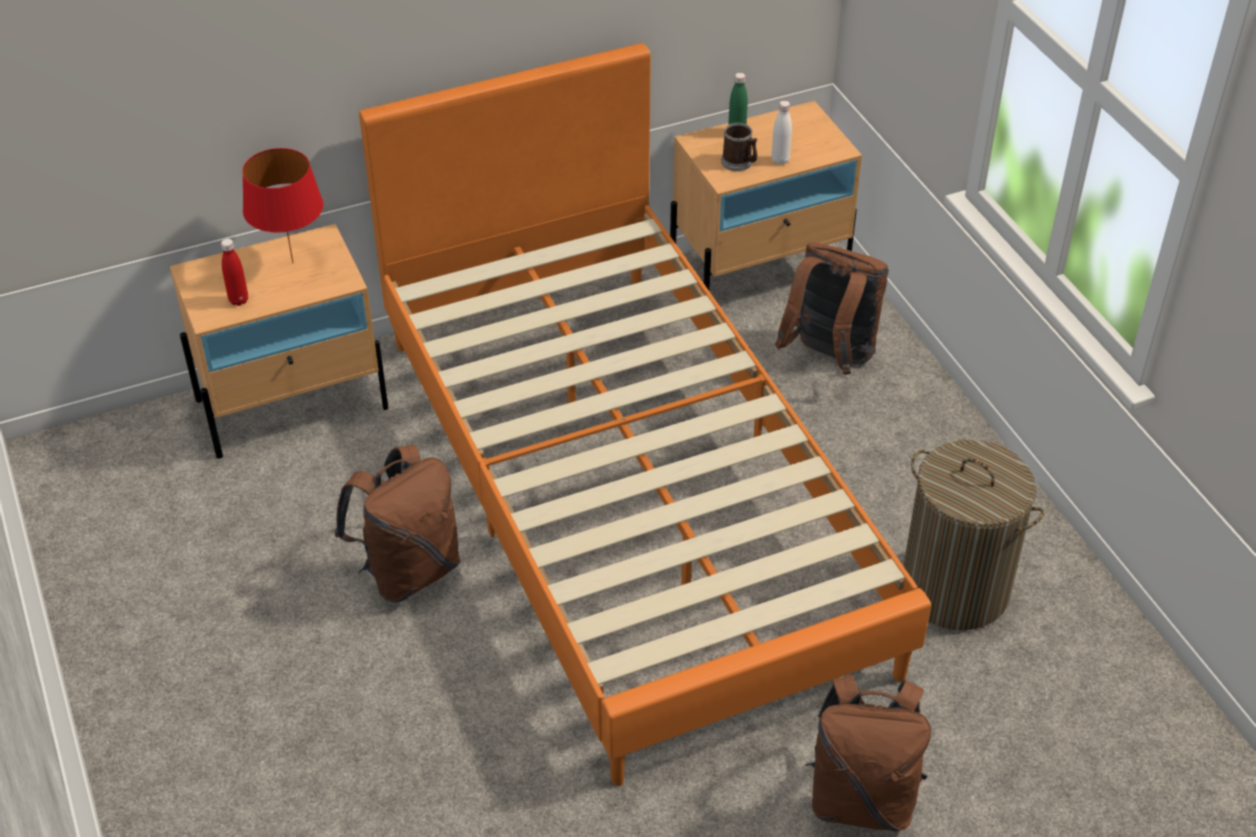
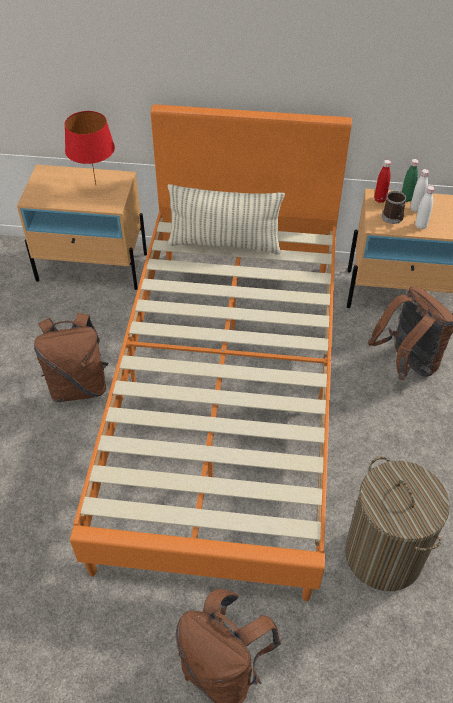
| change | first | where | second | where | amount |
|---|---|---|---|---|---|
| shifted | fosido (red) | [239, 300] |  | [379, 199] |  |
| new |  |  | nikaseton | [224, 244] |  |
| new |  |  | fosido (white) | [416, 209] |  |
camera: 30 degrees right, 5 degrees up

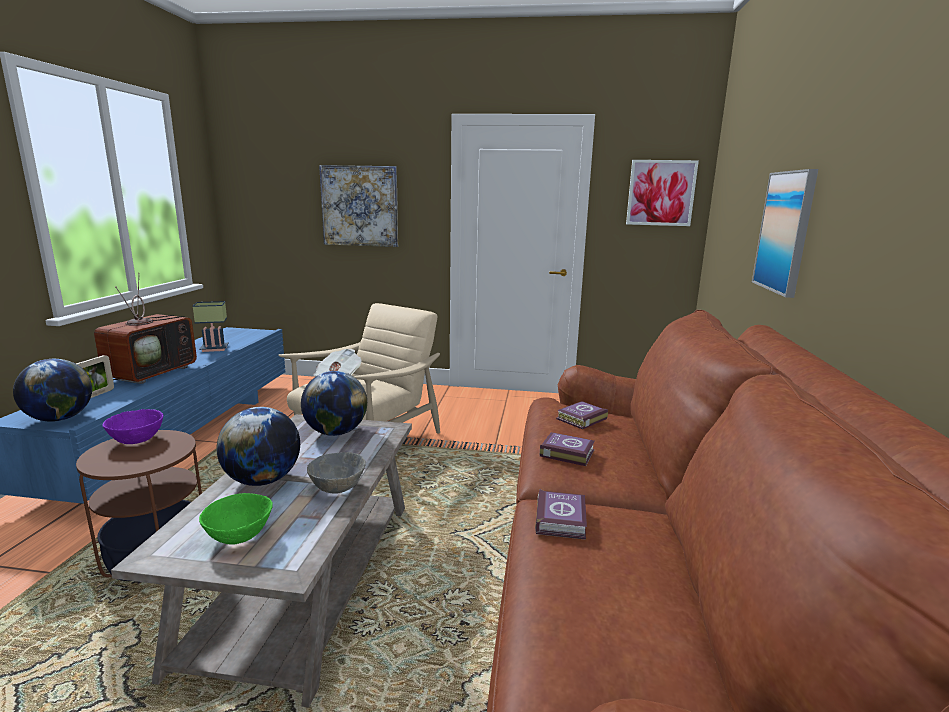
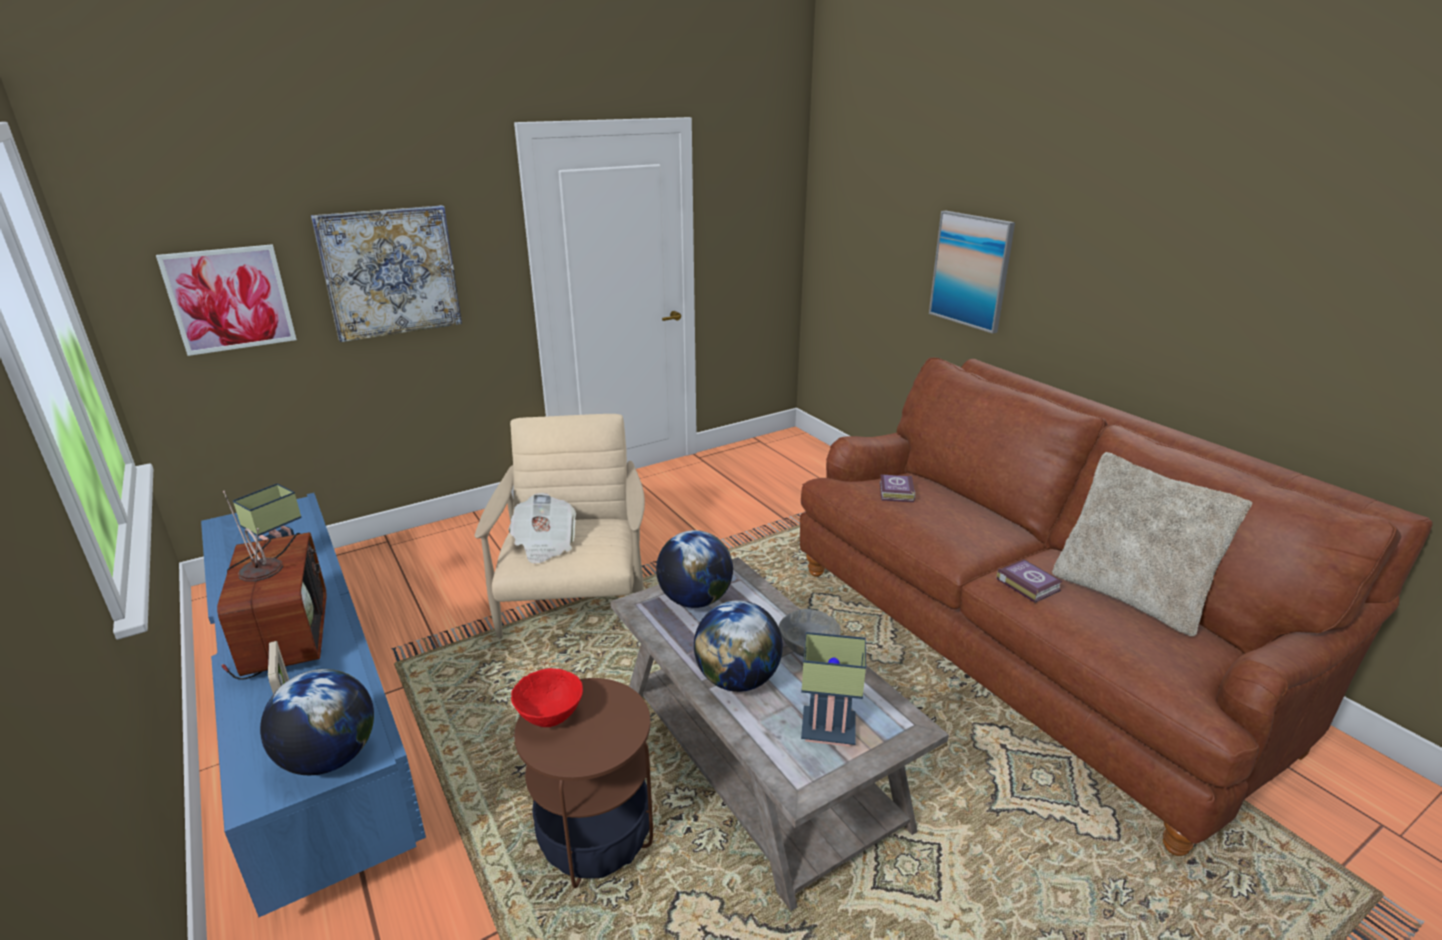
| change | first | where | second | where | amount |
|---|---|---|---|---|---|
| repainted | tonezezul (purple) | [137, 440] | tonezezul (red) | [550, 715] |  |
| swapped | tonezezul (green) | [239, 536] | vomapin | [826, 731] |  |
| gone | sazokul | [566, 452] |  |  |  |
| shifted | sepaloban | [661, 193] |  | [230, 299] |  |
| new |  |  | nikaseton (beige) | [1130, 593] |  |
camera: 40 degrees left, 10 degrees up

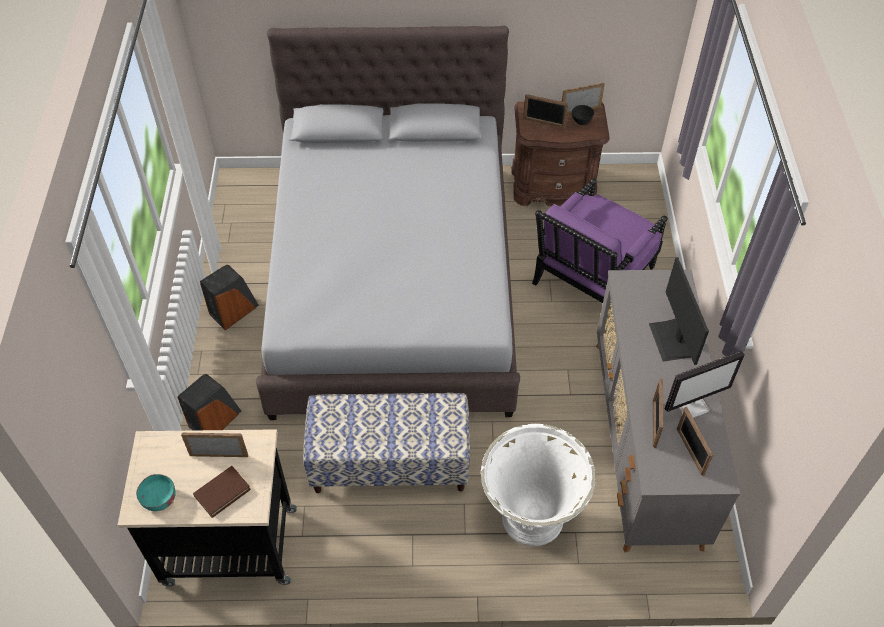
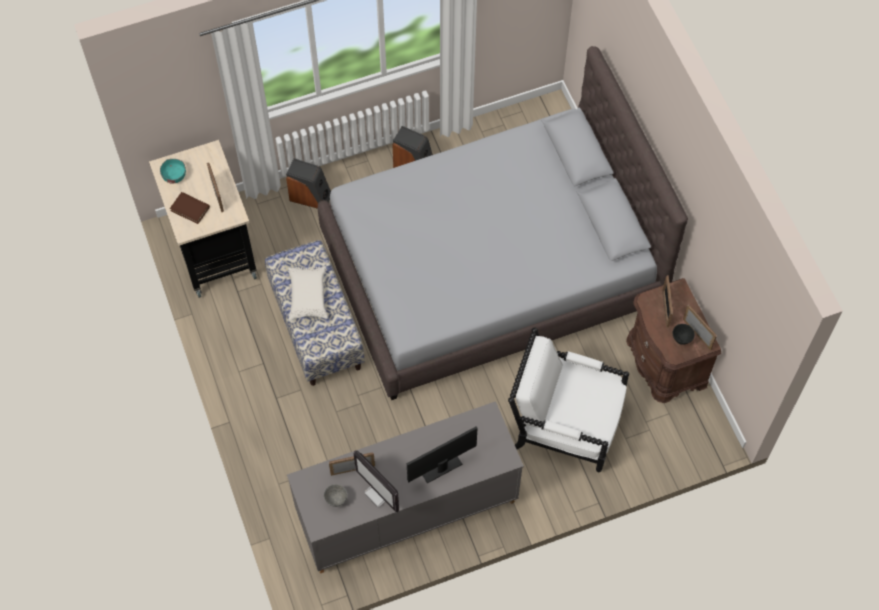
| change | first | where | second | where | amount |
|---|---|---|---|---|---|
| gone | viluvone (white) | [530, 518] |  |  |  |
| repainted | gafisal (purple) | [590, 278] | gafisal (white) | [563, 422] |  |
| swapped | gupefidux | [690, 451] | tonezezul (grey) | [336, 500] |  |
| new |  |  | nikaseton (white) | [308, 295] |  |
camera: 70 degrees right, 10 degrees up

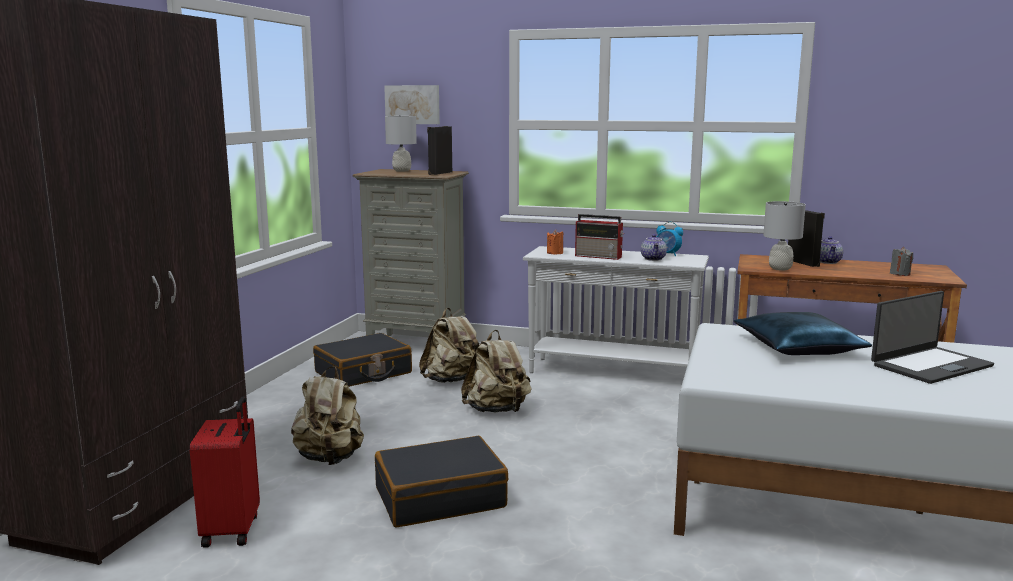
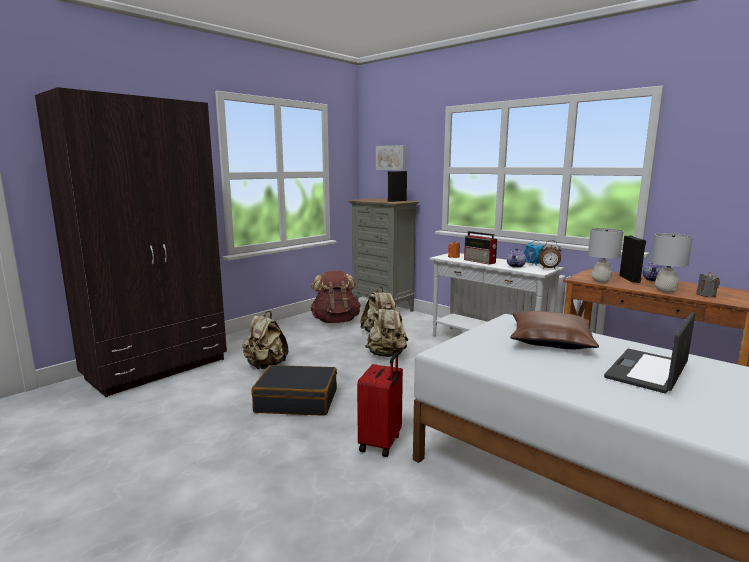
| change | first | where | second | where | amount |
|---|---|---|---|---|---|
| shifted | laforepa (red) | [233, 530] |  | [381, 443] |  |
| swapped | laforepa (black) | [363, 373] | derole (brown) | [335, 321] |  |
| shifted | vomapin (grey) | [402, 171] |  | [666, 291] |  |
| repainted | nikaseton (blue) | [799, 348] | nikaseton (brown) | [550, 341] |  |
| rotated | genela | [930, 365] |  | [648, 371] | 135 degrees clockwise |
| new |  |  | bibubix | [549, 268] |  |
camera: 25 degrees right, 0 degrees up

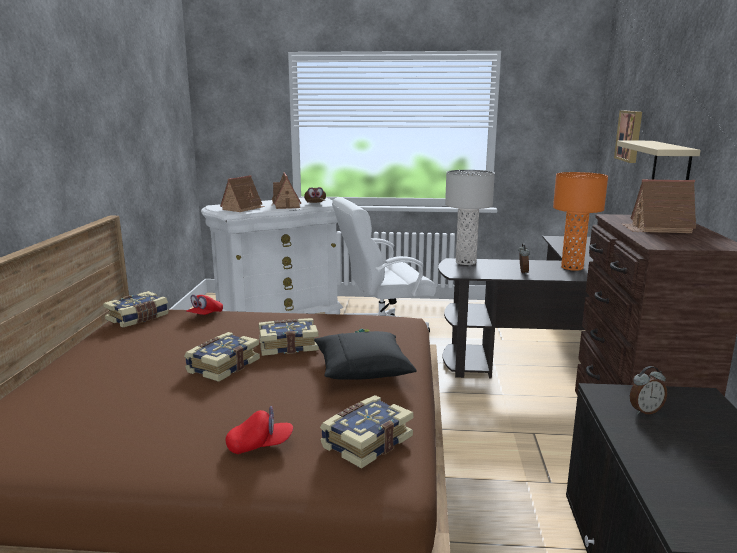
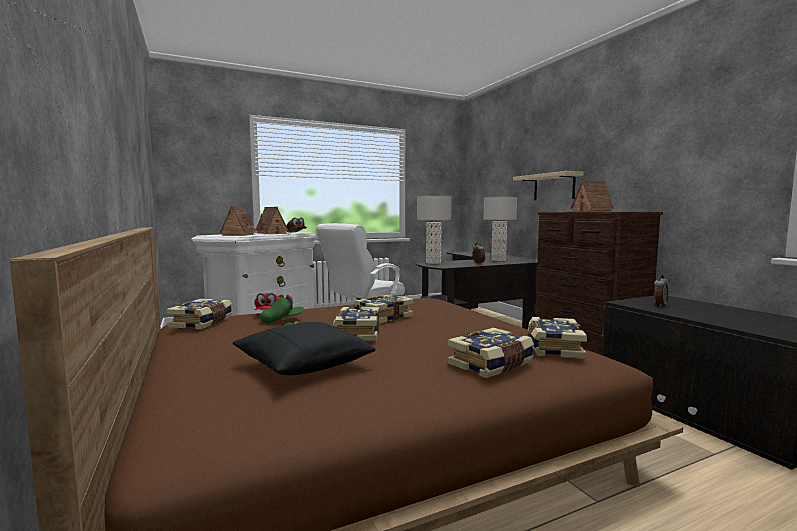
| change | first | where | second | where | amount |
|---|---|---|---|---|---|
| swapped | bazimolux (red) | [260, 445] | sazokul | [492, 365] |  |
| shifted | nikaseton (black) | [363, 370] |  | [304, 366] |  |
| repainted | vomapin (orange) | [572, 267] | vomapin (white) | [498, 260] |  |
| gone | sepaloban | [630, 136] |  |  |  |
| new |  |  | bazimolux (green) | [282, 320] |  |
camera: 30 degrees left, 10 degrees down

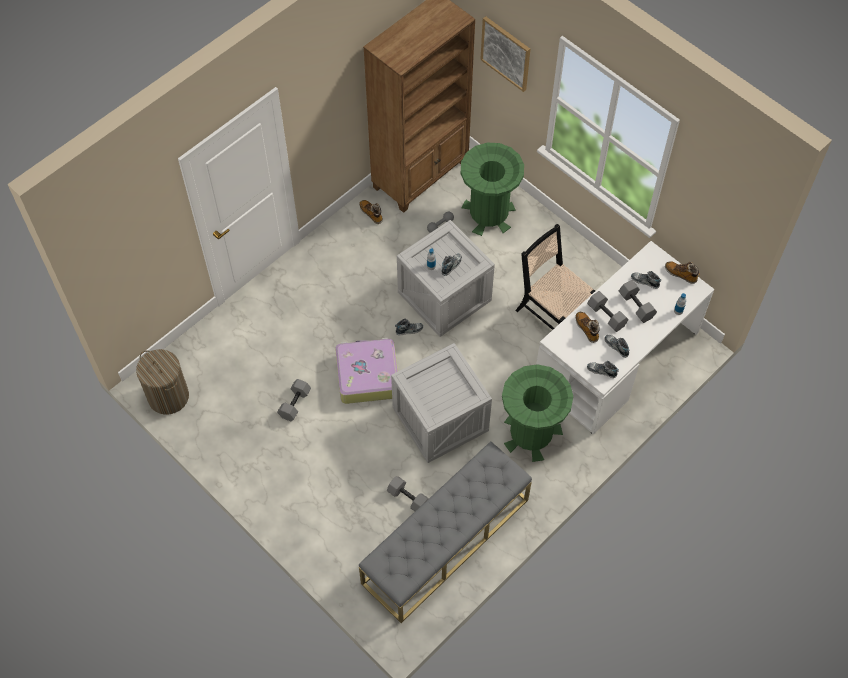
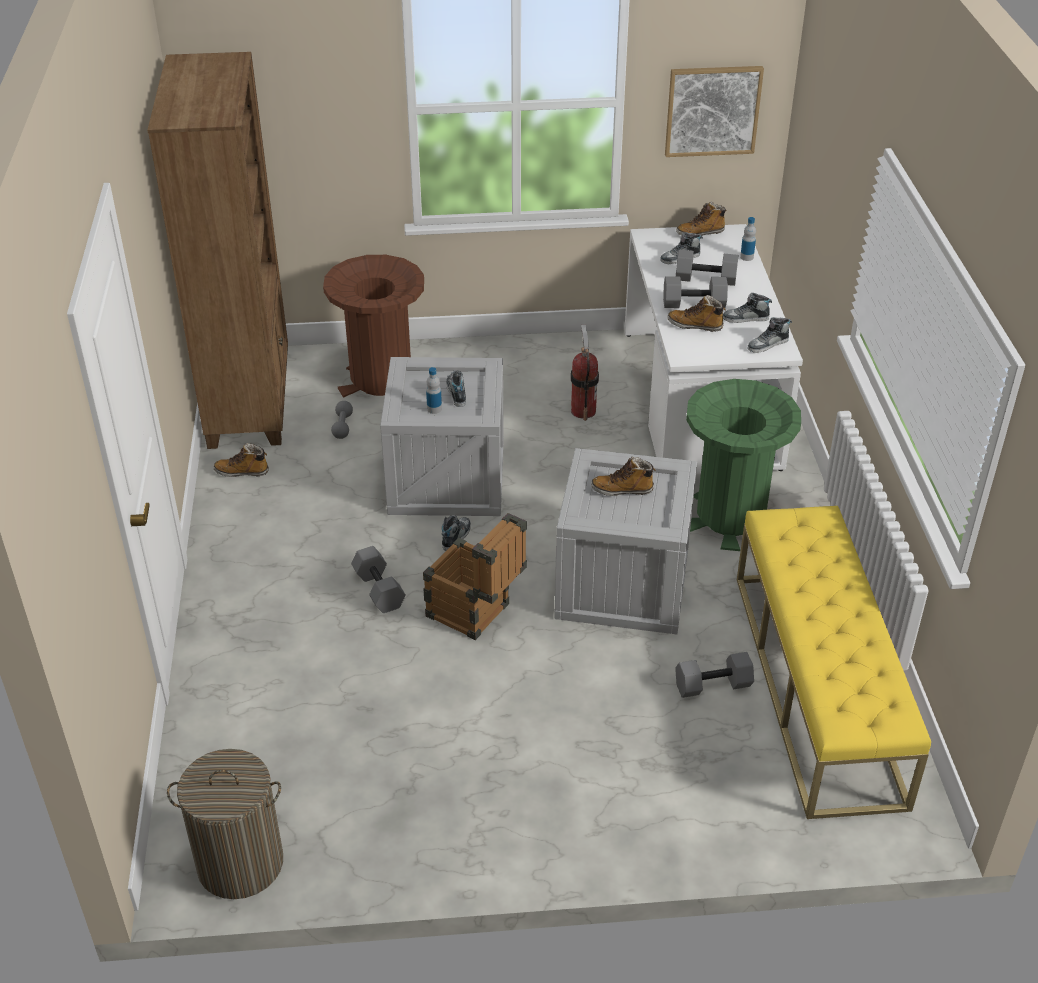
| change | first | where | second | where | amount |
|---|---|---|---|---|---|
| shifted | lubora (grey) | [294, 403] |  | [377, 590] |  |
| swapped | laforepa | [367, 375] | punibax | [476, 615] |  |
| repainted | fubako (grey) | [445, 541] | fubako (yellow) | [817, 686] |  |
| repainted | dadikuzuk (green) | [488, 213] | dadikuzuk (brown) | [381, 381] |  |
| shifted | sepaloban | [506, 53] |  | [712, 110] |  |
| swapped | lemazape | [553, 314] | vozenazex | [583, 410] |  |
| new |  |  | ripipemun | [622, 490] |  |
camera: 50 degrees left, 20 degrees down

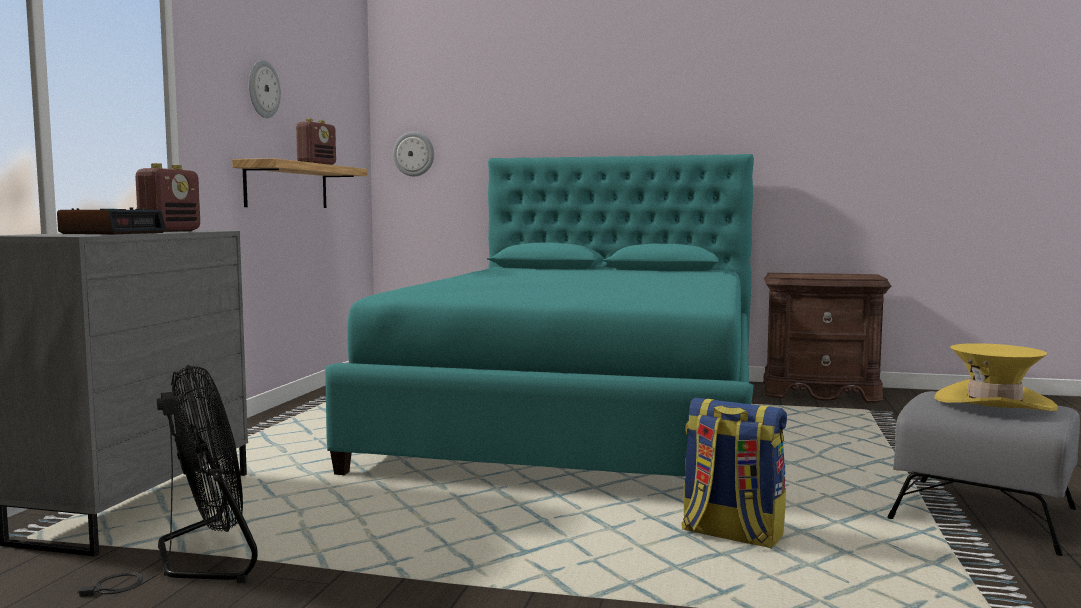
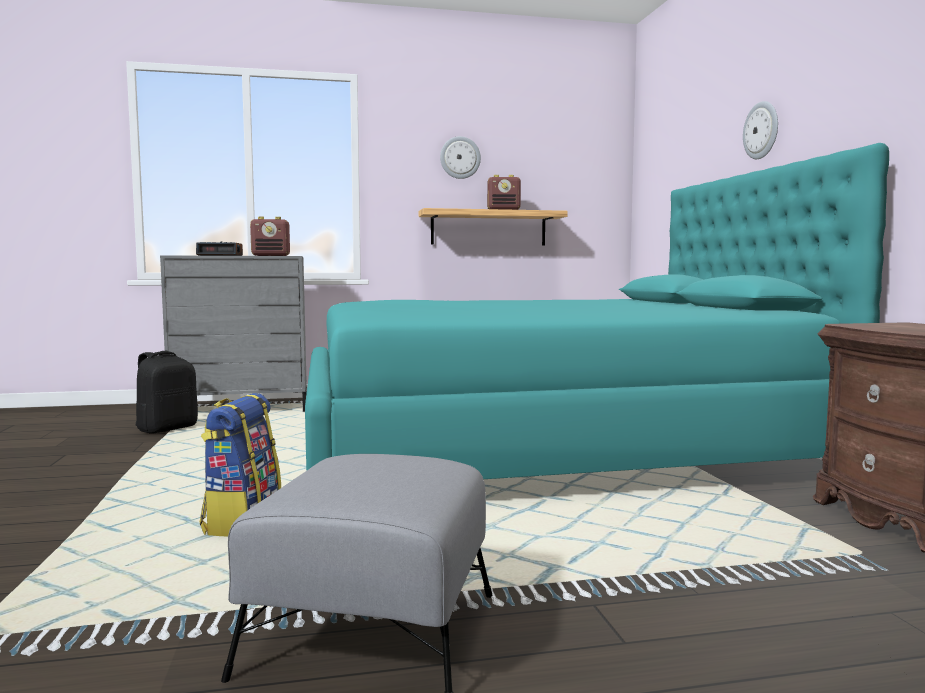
| change | first | where | second | where | amount |
|---|---|---|---|---|---|
| swapped | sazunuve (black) | [192, 558] | derole (black) | [167, 428] |  |
| shifted | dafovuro | [414, 154] |  | [761, 130] |  |
| gone | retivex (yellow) | [994, 402] |  |  |  |
camera: 65 degrees right, 0 degrees up

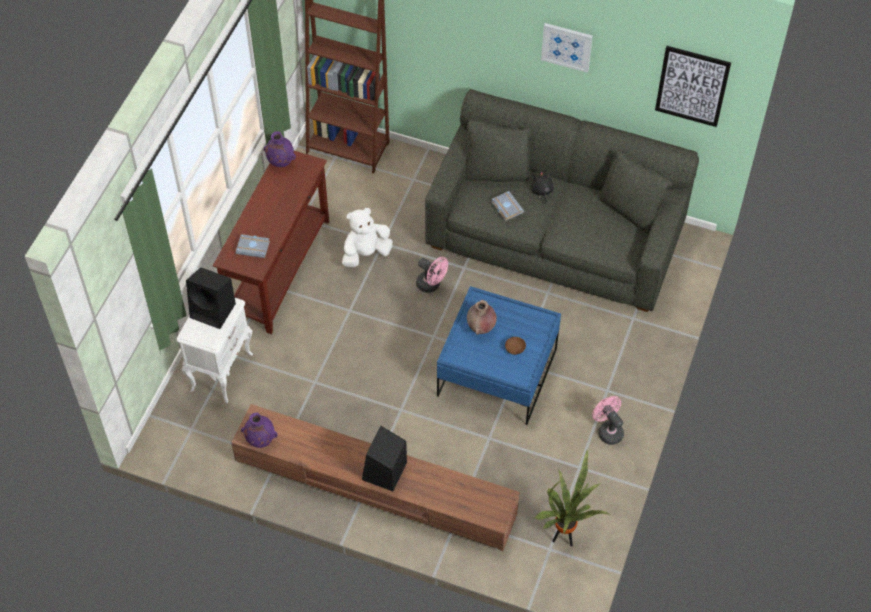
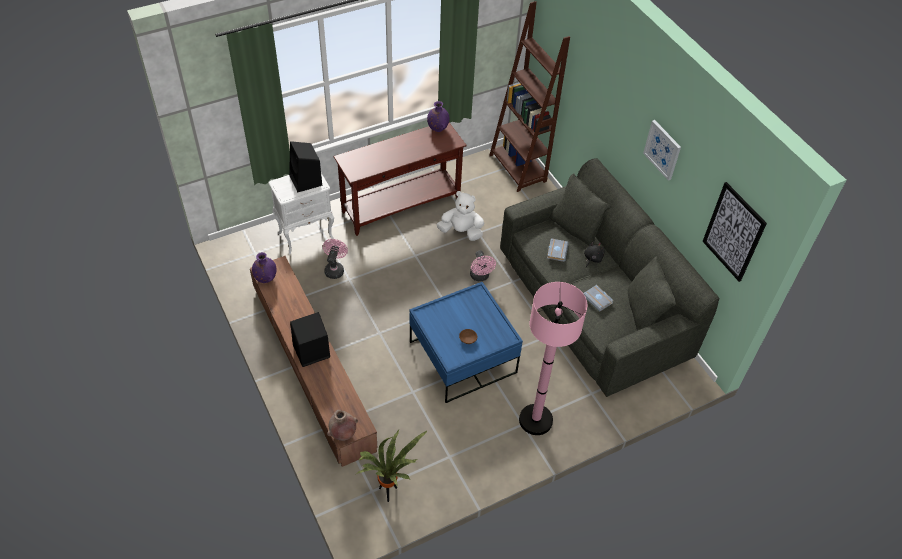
| change | first | where | second | where | amount |
|---|---|---|---|---|---|
| shifted | sazokul (grey) | [254, 247] |  | [598, 299] |  |
| shifted | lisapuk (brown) | [481, 328] |  | [343, 434] |  |
| shifted | sazunuve (pink) | [608, 430] |  | [335, 269] |  |
| new |  |  | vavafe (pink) | [535, 420] |  |
camera: 40 degrees right, 5 degrees down

